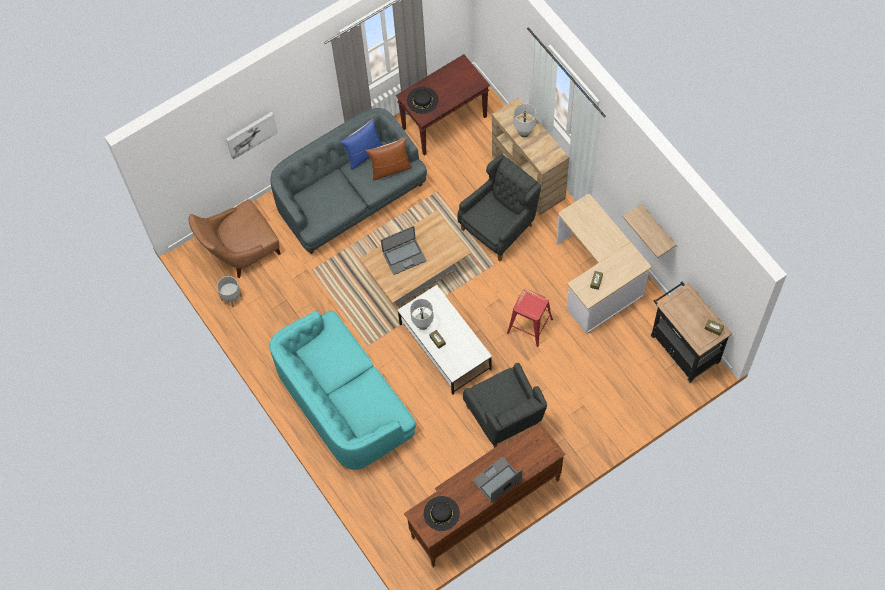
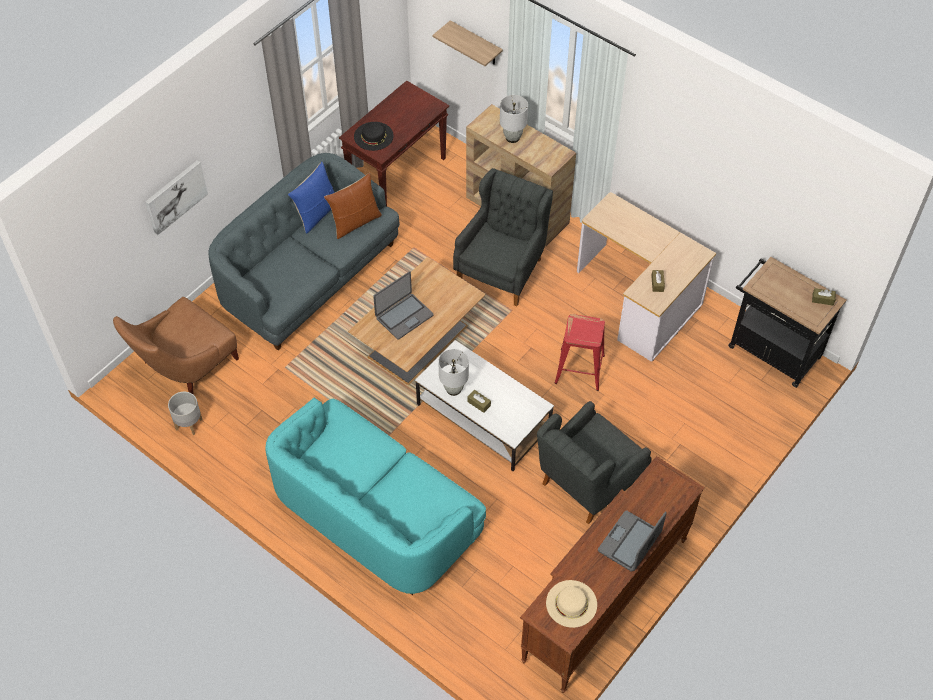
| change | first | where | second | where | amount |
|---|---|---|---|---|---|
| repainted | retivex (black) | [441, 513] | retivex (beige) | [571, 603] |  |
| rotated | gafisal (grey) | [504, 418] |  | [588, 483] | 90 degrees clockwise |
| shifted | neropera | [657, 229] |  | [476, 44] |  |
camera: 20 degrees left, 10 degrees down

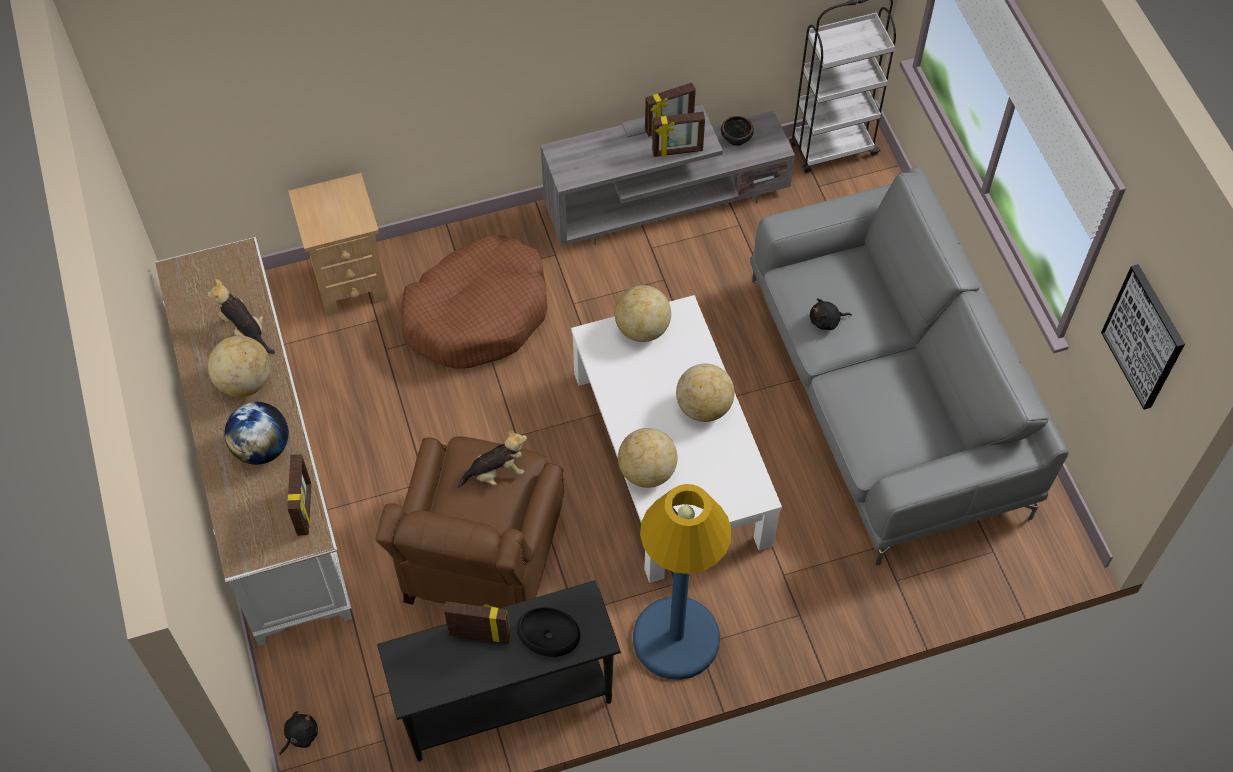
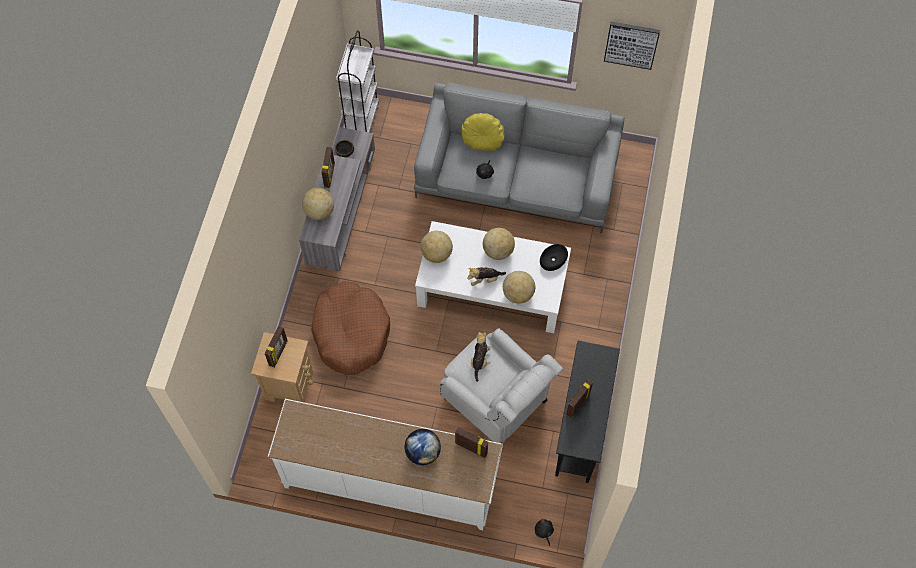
| change | first | where | second | where | amount |
|---|---|---|---|---|---|
| shifted | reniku | [245, 331] |  | [485, 279] |  |
| shifted | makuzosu | [245, 381] |  | [319, 211] |  |
| repainted | gafisal (brown) | [482, 558] | gafisal (white) | [496, 401] |  |
| shifted | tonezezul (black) | [549, 635] |  | [553, 259] |  |
| gone | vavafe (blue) | [676, 638] |  |  |  |
| shifted | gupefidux | [677, 151] |  | [278, 353] |  |
| new |  |  | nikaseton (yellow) | [482, 143] |  |
camera: 60 degrees left, 5 degrees up

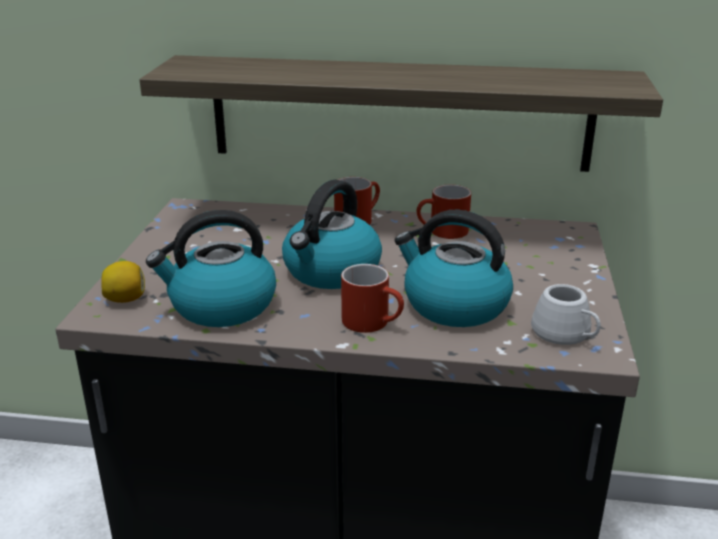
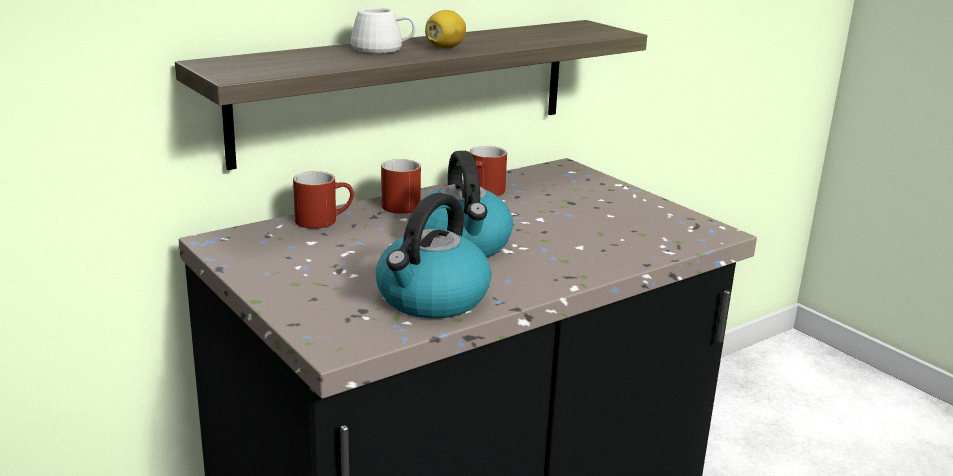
| change | first | where | second | where | amount |
|---|---|---|---|---|---|
| shifted | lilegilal | [125, 299] |  | [445, 47] |  |
| shifted | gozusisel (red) | [374, 322] |  | [324, 220] |  |
| gone | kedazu | [454, 305] |  |  |  |
| shifted | gozusisel (white) | [566, 335] |  | [383, 50] |  |
camera: 45 degrees left, 5 degrees down

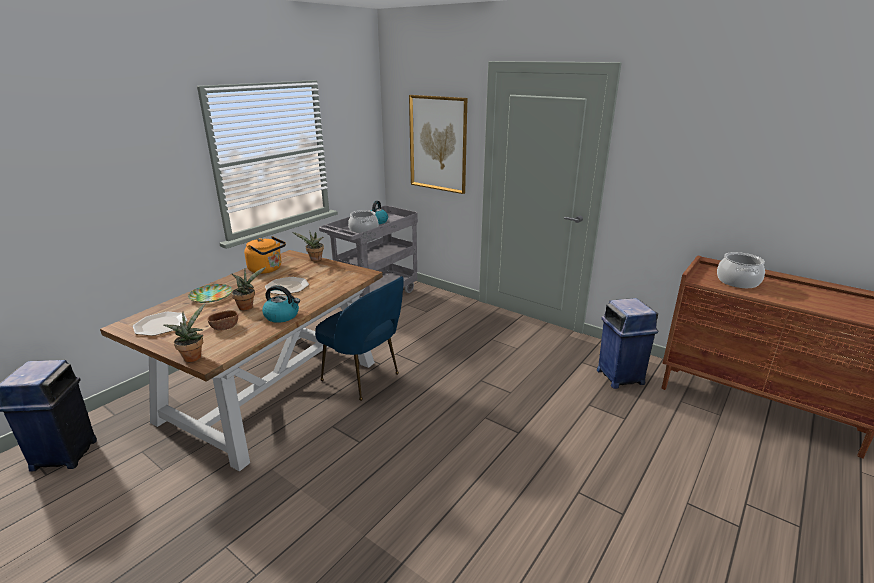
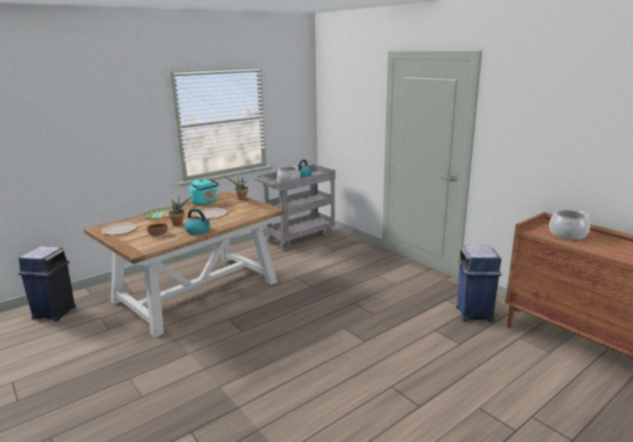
| change | first | where | second | where | amount |
|---|---|---|---|---|---|
| gone | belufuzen | [193, 356] |  |  |  |
| repainted | kedazu (orange) | [267, 269] | kedazu (turquoise) | [204, 202] |  |
| gone | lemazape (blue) | [364, 380] |  |  |  |
| gone | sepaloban | [438, 144] |  |  |  |
camera: 15 degrees right, 5 degrees down

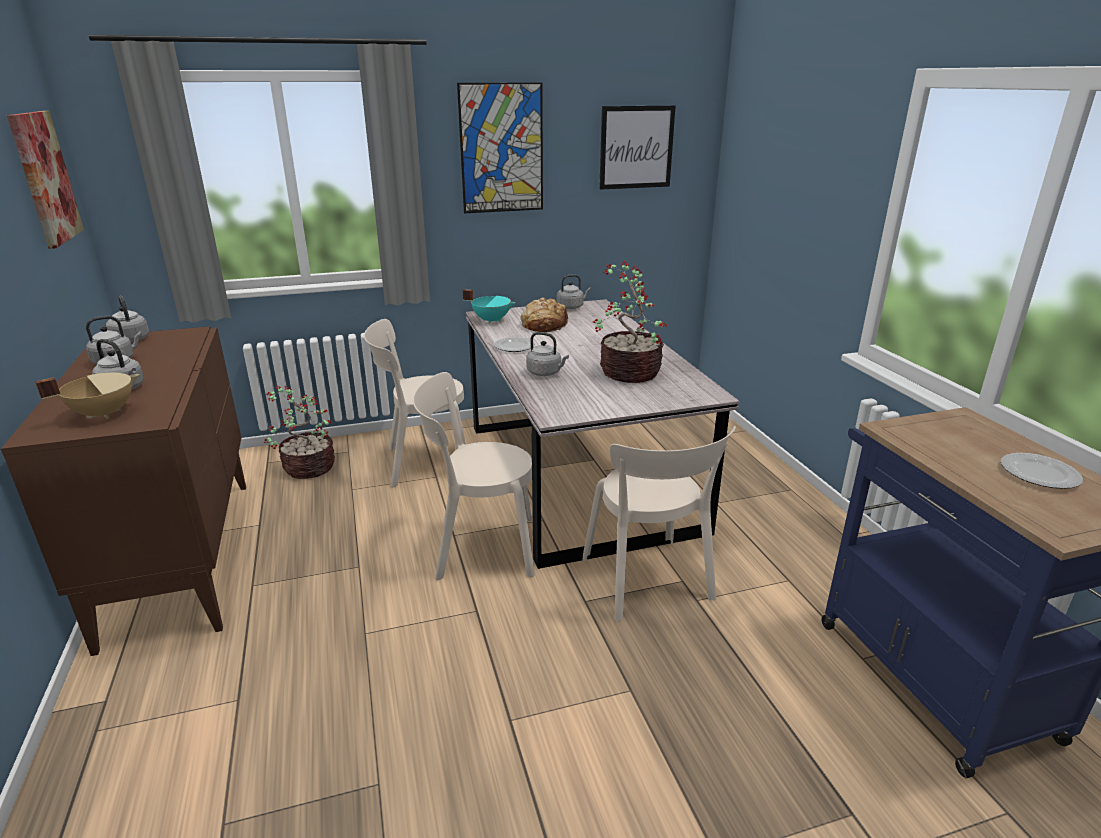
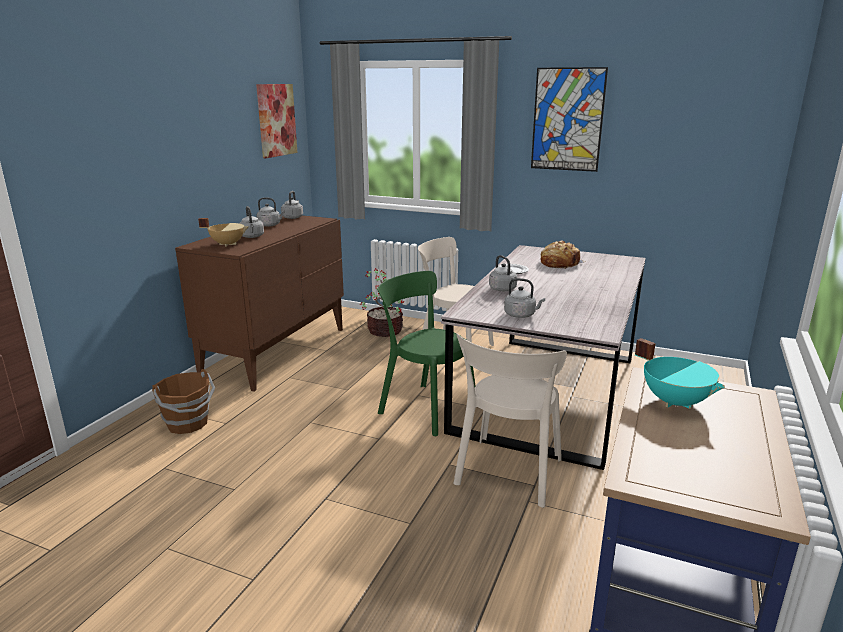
| change | first | where | second | where | amount |
|---|---|---|---|---|---|
| repainted | lemazape (beige) | [479, 547] | lemazape (green) | [424, 407] |  |
| shifted | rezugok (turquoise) | [491, 320] |  | [675, 401] |  |
| shifted | kedazu (grey) | [571, 307] |  | [521, 315] |  |
| gone | belufuzen | [628, 372] |  |  |  |
| gone | sepaloban | [636, 147] |  |  |  |
| gone | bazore | [1039, 474] |  |  |  |
| new |  |  | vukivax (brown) | [188, 423] |  |
camera: 40 degrees right, 5 degrees down

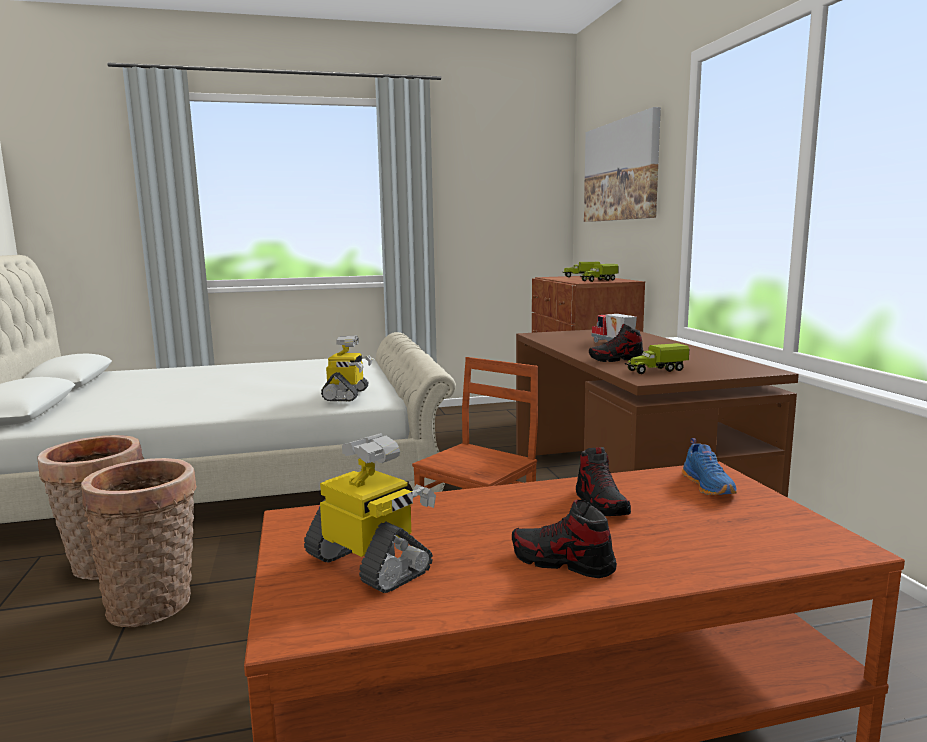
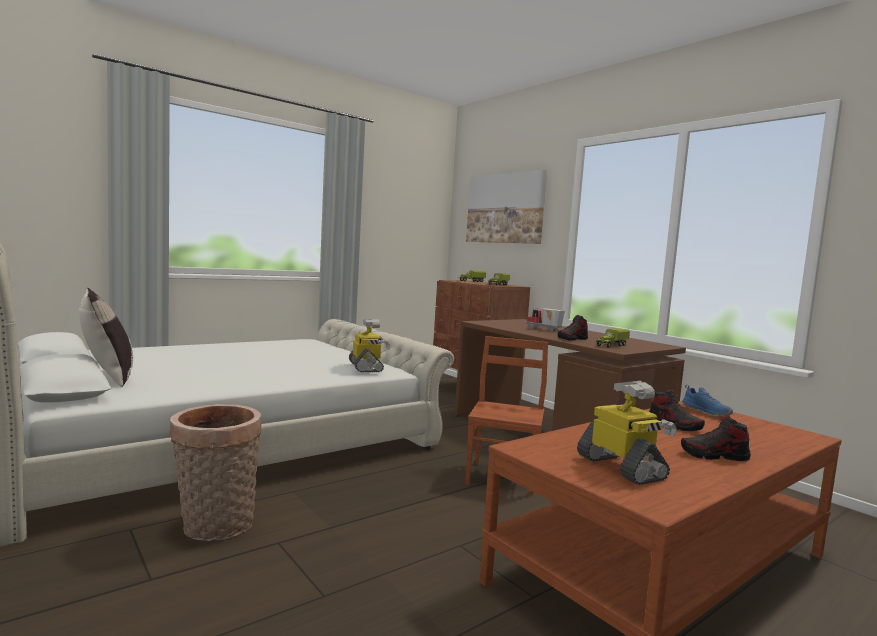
| change | first | where | second | where | amount |
|---|---|---|---|---|---|
| gone | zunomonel | [155, 605] |  |  |  |
| rotated | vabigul | [370, 564] |  | [622, 468] | 45 degrees clockwise |
| new |  |  | nikaseton | [106, 377] |  |
camera: 25 degrees left, 5 degrees down

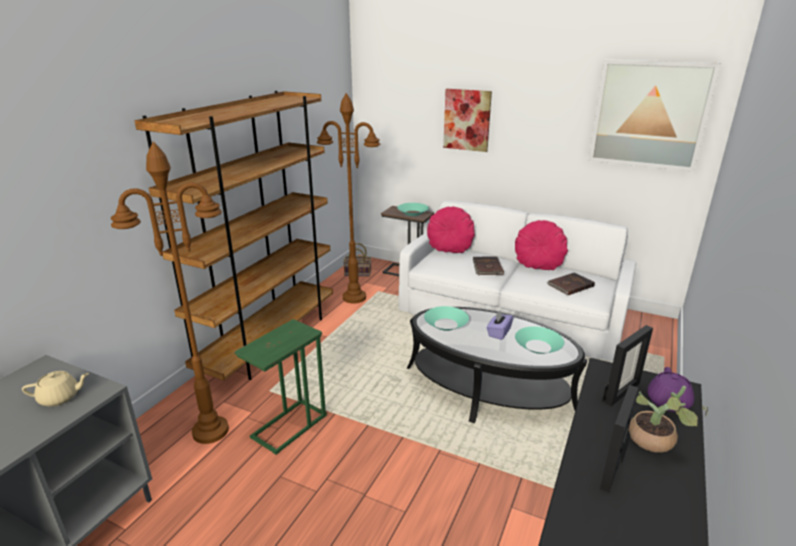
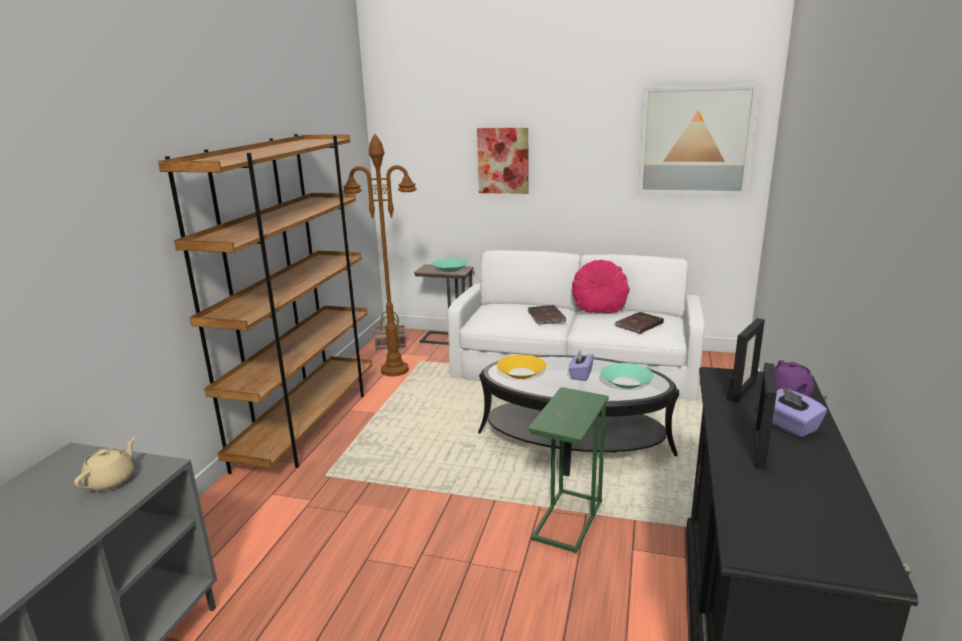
| change | first | where | second | where | amount |
|---|---|---|---|---|---|
| rotated | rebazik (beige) | [60, 398] |  | [111, 481] | 45 degrees counterclockwise |
| gone | vavafe (brown) | [210, 431] |  |  |  |
| shifted | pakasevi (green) | [289, 425] |  | [567, 519] |  |
| repainted | tonezezul (turquoise) | [446, 324] | tonezezul (yellow) | [521, 373] |  |
| gone | nikaseton (pink) | [450, 250] |  |  |  |
| swapped | belufuzen | [654, 443] | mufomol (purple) | [789, 426] |  |
camera: 10 degrees left, 5 degrees down

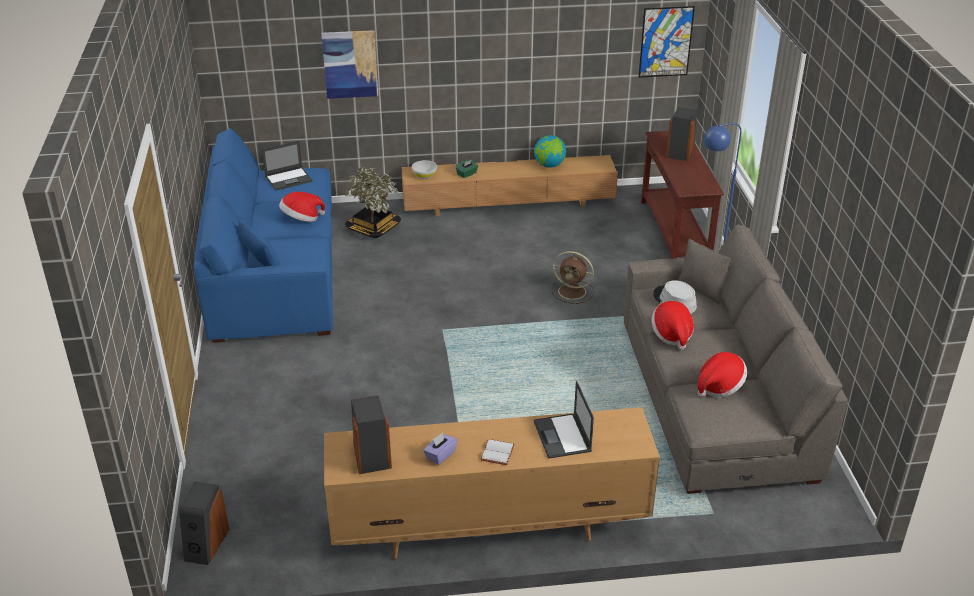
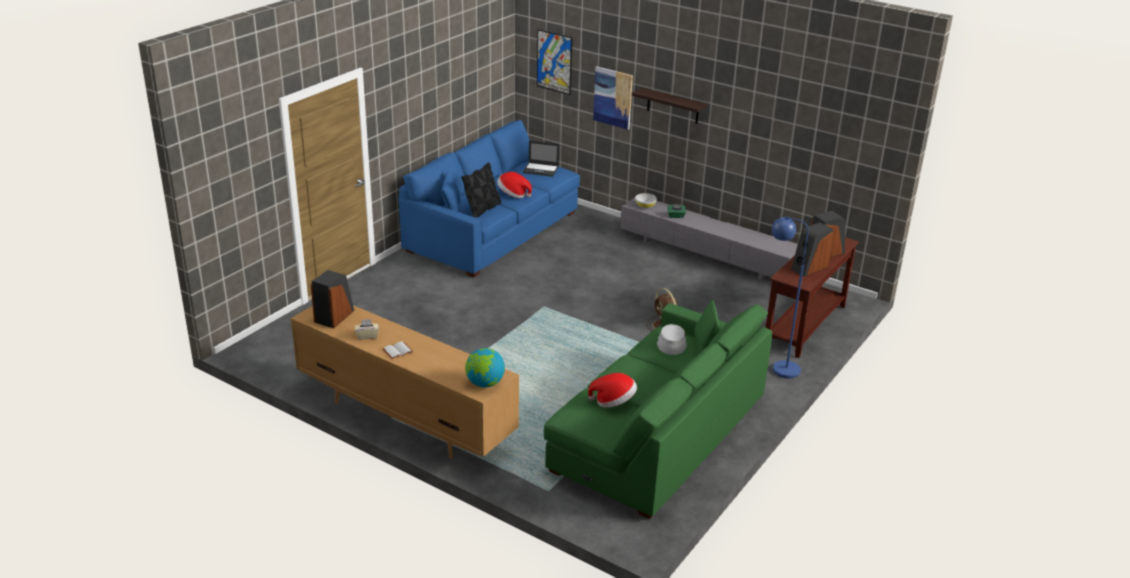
| change | first | where | second | where | amount |
|---|---|---|---|---|---|
| shifted | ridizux | [206, 544] |  | [809, 268] |  |
| gone | belufuzen | [373, 229] |  |  |  |
| repainted | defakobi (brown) | [508, 203] | defakobi (grey) | [707, 255] |  |
| repainted | mufomol (purple) | [440, 455] | mufomol (beige) | [367, 336] |  |
| shifted | makuzosu | [549, 165] |  | [484, 383] |  |
| gone | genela | [562, 437] |  |  |  |
| repainted | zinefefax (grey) | [715, 401] | zinefefax (green) | [658, 435] |  |
| shifted | sepaloban | [666, 42] |  | [554, 62] |  |
| gone | retivex | [672, 334] |  |  |  |
| new |  |  | nikaseton (black) | [482, 210] |  |
| new |  |  | neropera | [673, 106] |  |
camera: 40 degrees right, 5 degrees down

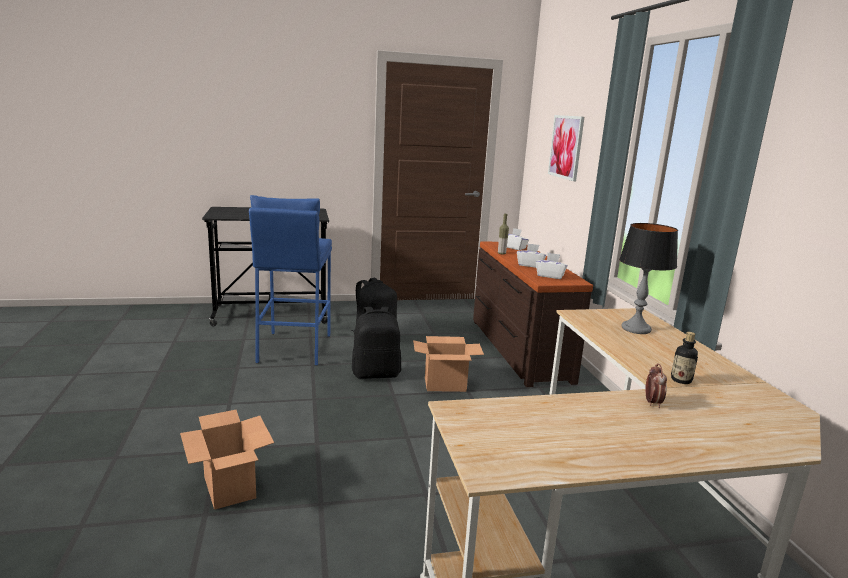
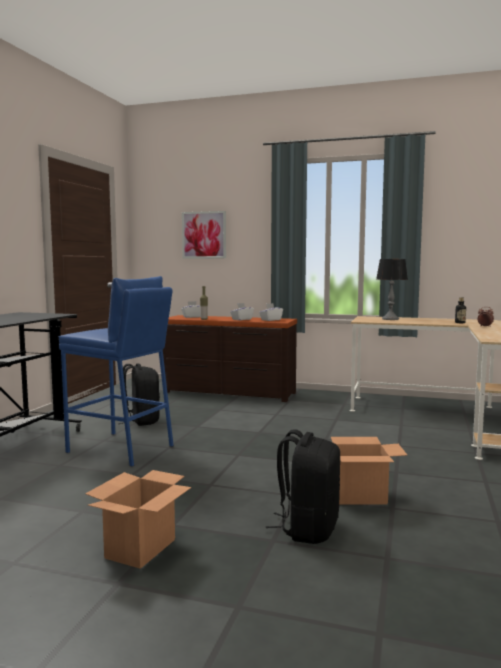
| change | first | where | second | where | amount |
|---|---|---|---|---|---|
| shifted | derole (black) | [376, 373] |  | [308, 529] |  |
| shifted | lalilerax | [445, 384] |  | [141, 548] |  |
camera: 60 degrees left, 10 degrees down

